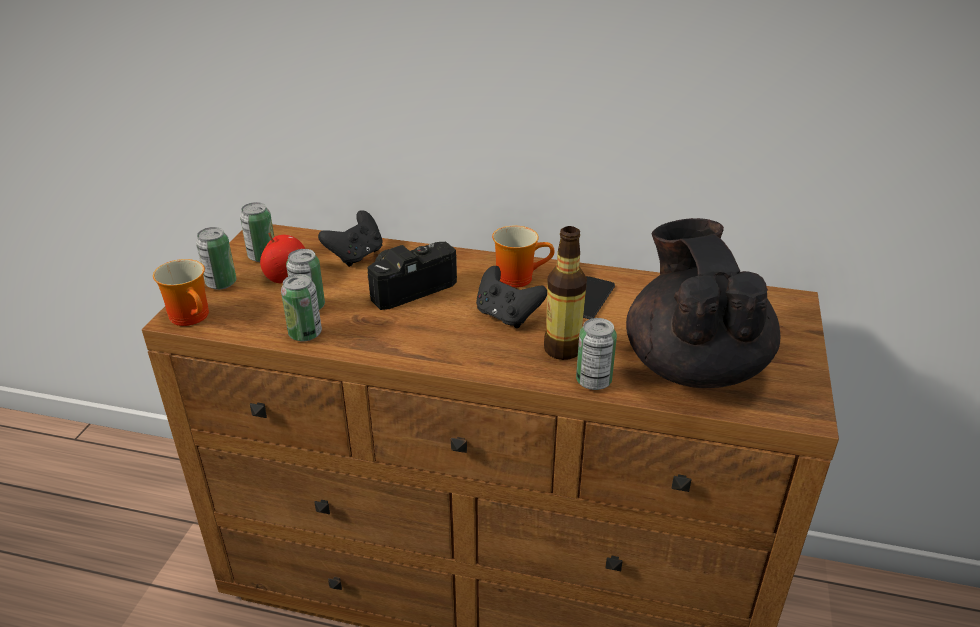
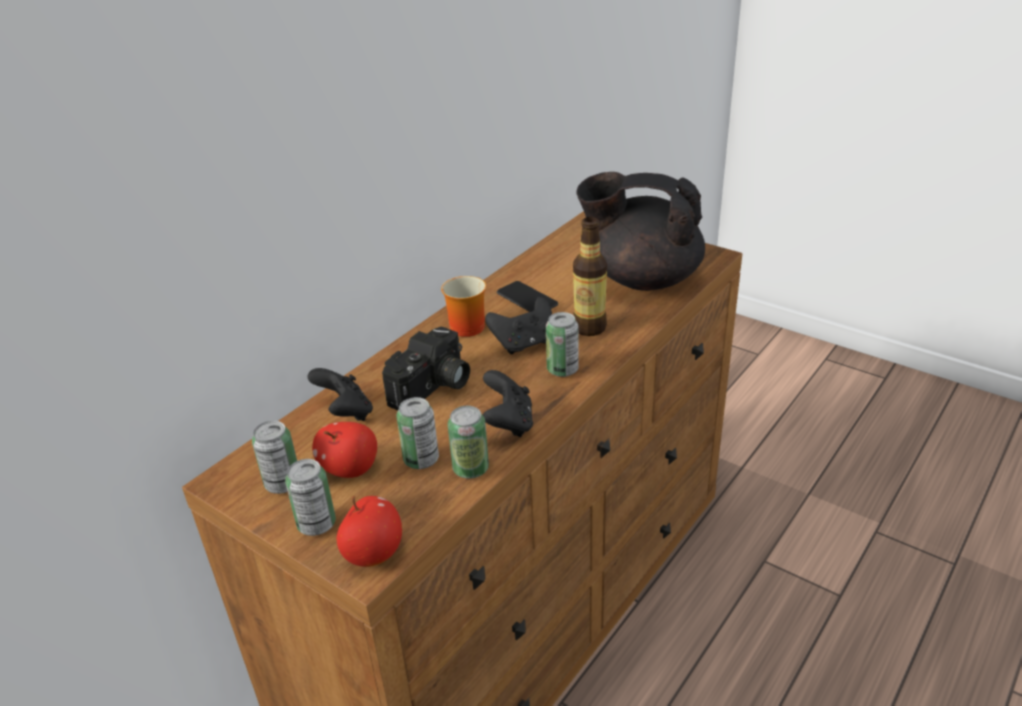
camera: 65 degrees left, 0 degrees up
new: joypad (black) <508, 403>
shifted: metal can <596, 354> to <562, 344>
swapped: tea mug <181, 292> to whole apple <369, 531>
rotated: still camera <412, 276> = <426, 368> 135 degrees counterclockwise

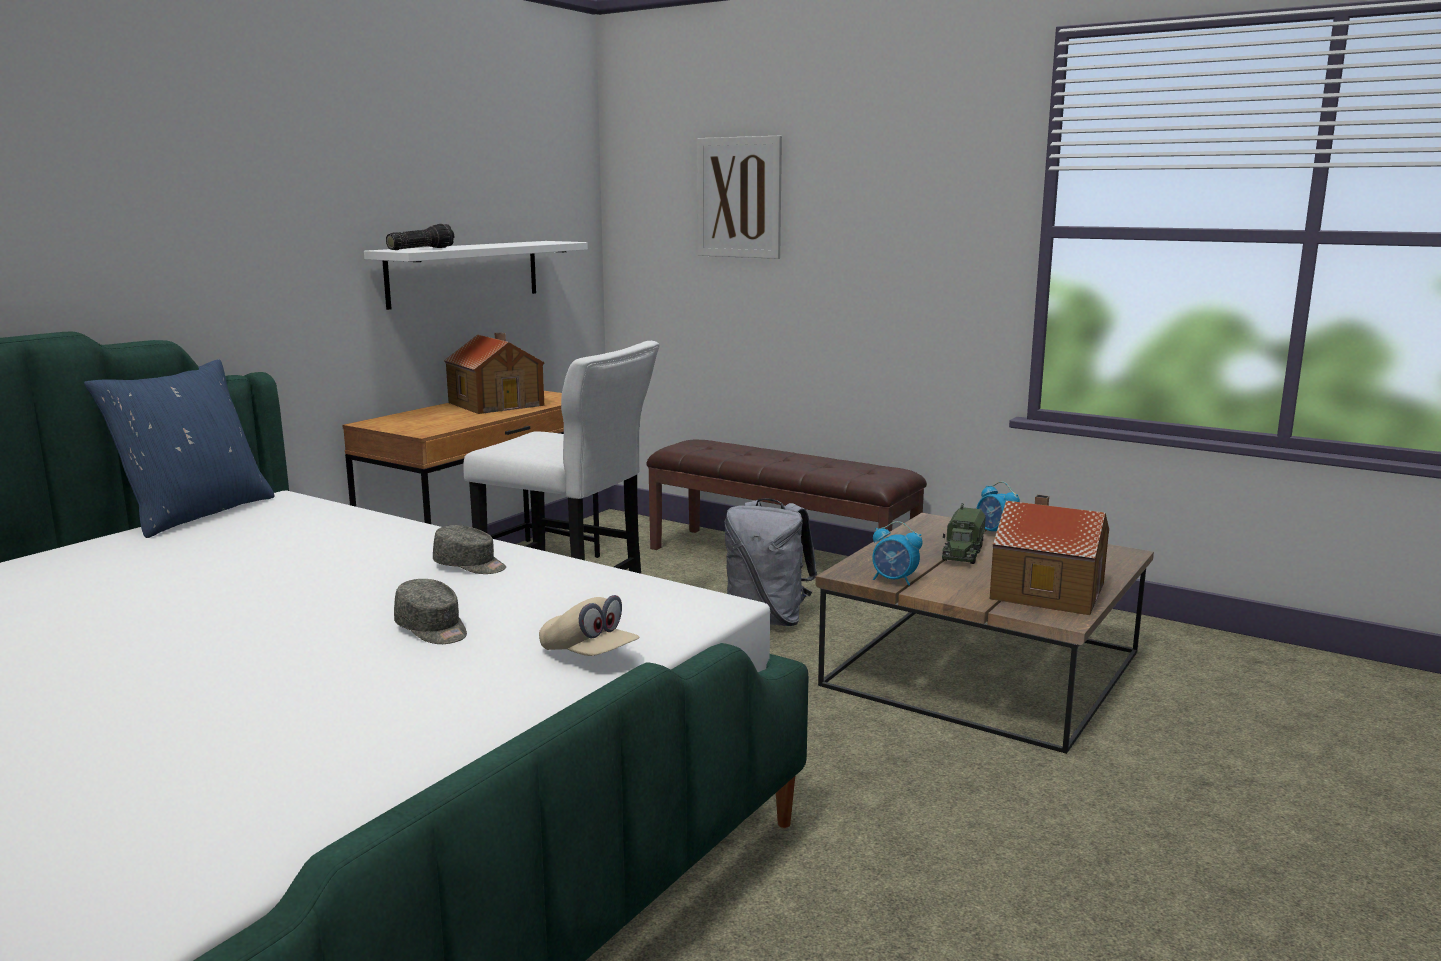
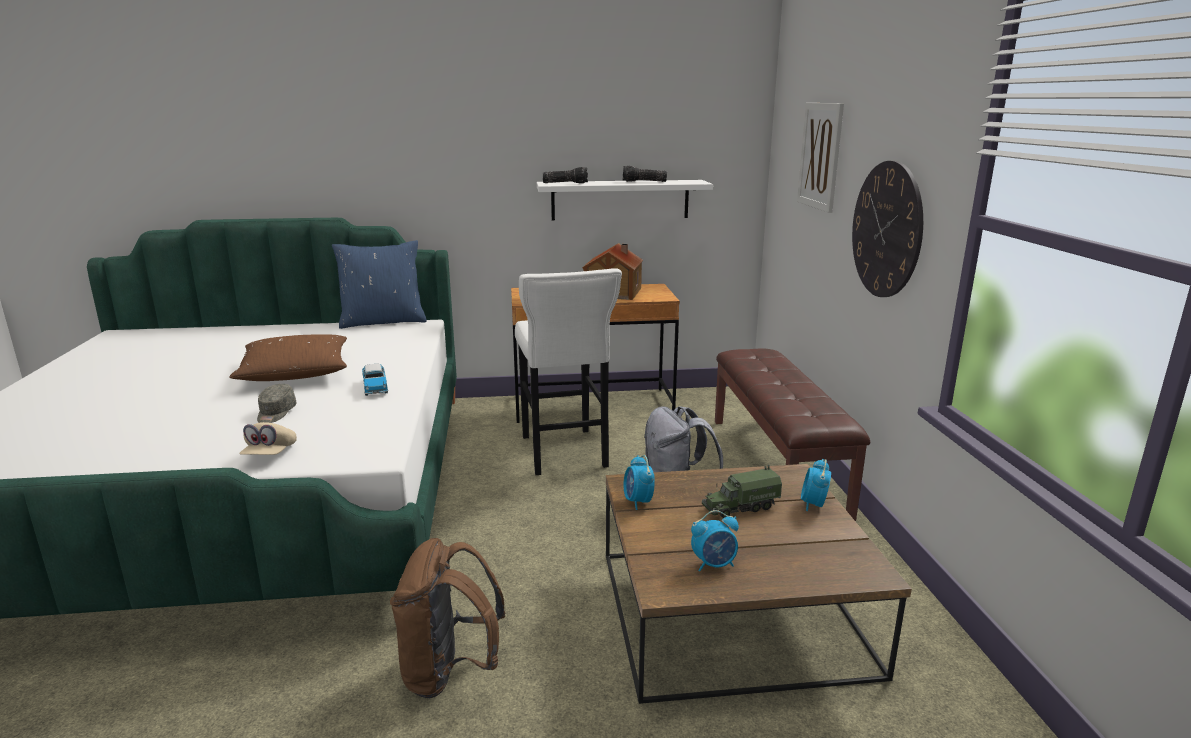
camera: 50 degrees right, 5 degrees up
new: throw pillow (brown) <288, 357>; rucksack (brown) <448, 618>; flashlight <644, 174>; clock on the wall <887, 229>
swapped: peaked cap (grey) <469, 549> to toy car <375, 380>; miniature house <1049, 555> to bedside clock <715, 541>

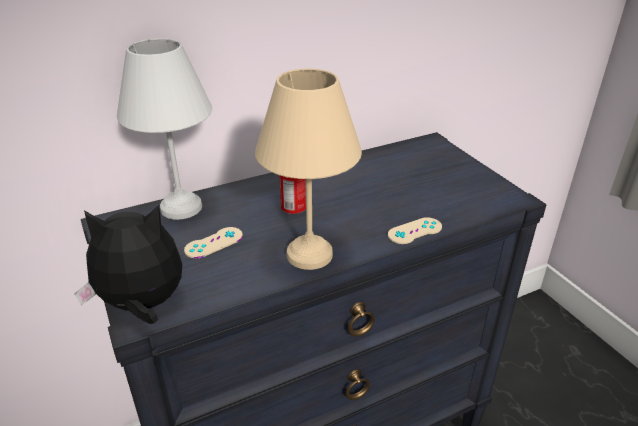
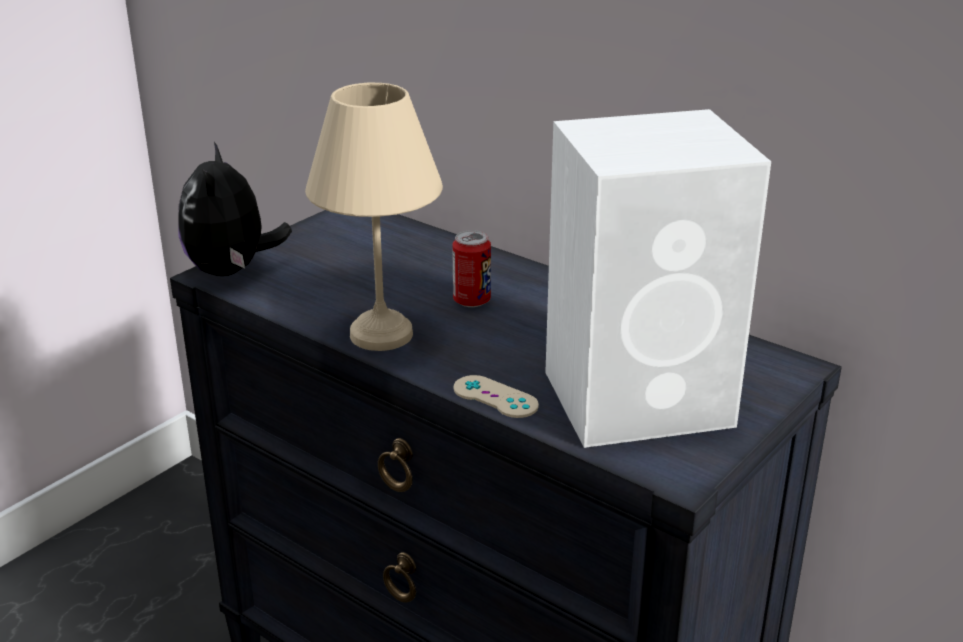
camera: 65 degrees right, 5 degrees down
gone: table lamp (white) <164, 129>; joypad (beige-coloured) <213, 242>
new: audio speaker (white) <658, 278>
rotated: plush toy <128, 264> = <235, 209> 150 degrees counterclockwise

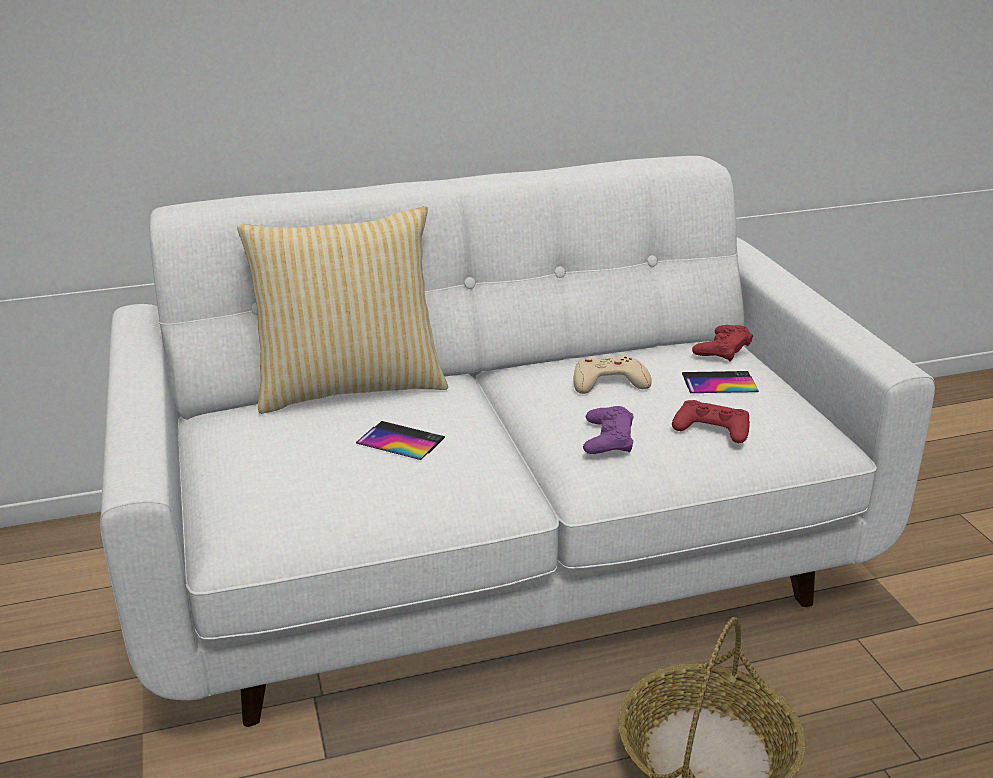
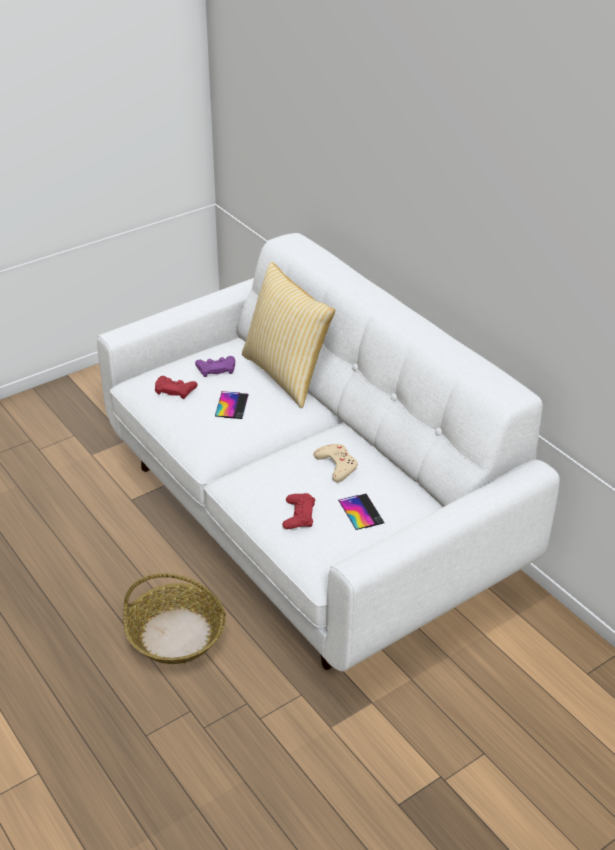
camera: 70 degrees right, 10 degrees up
shifted: joypad (red) <722, 343> to <176, 387>; joypad (purplish) <608, 430> to <215, 366>

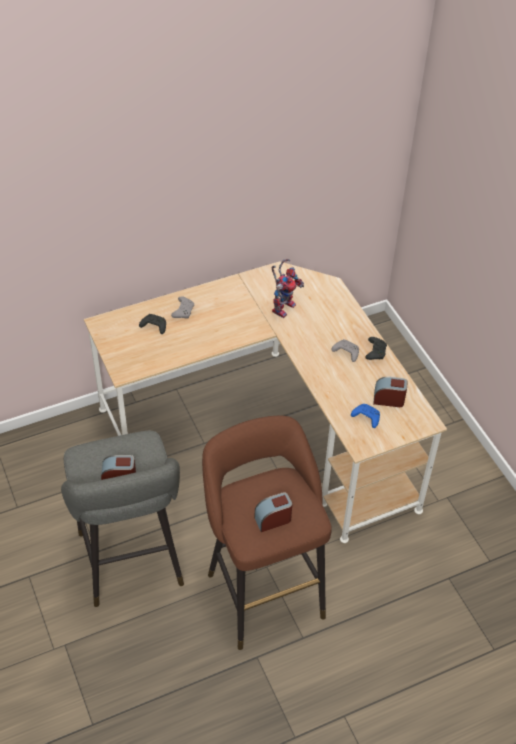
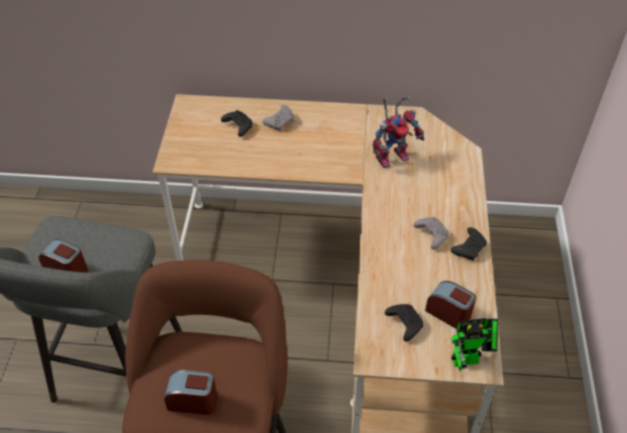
camera: 30 degrees right, 0 degrees up
new: toy robot <474, 344>
repainted: joypad (bluish) <365, 416> to joypad (black) <404, 323>

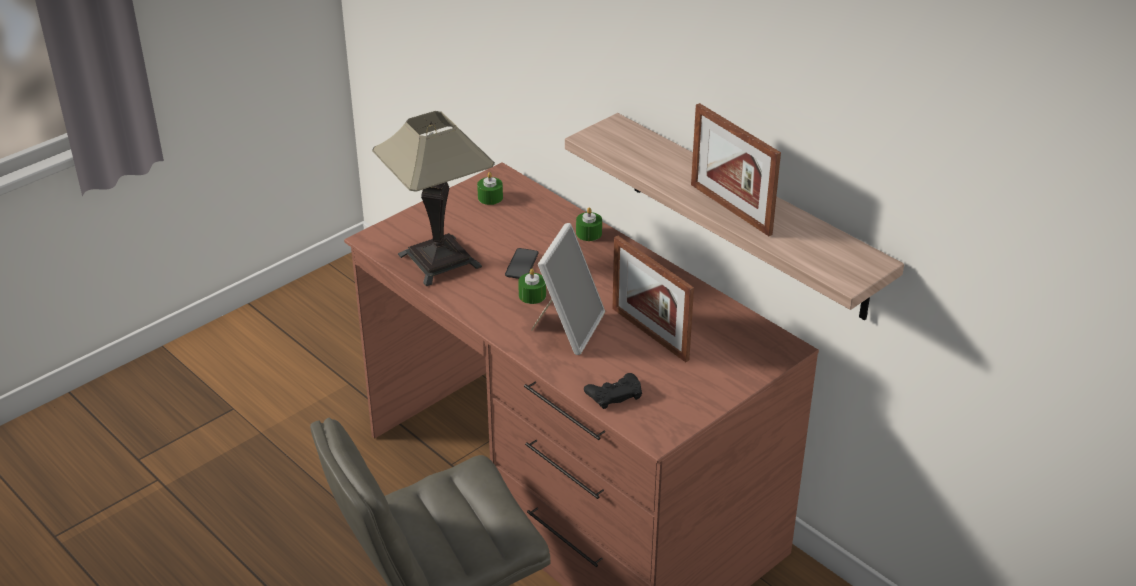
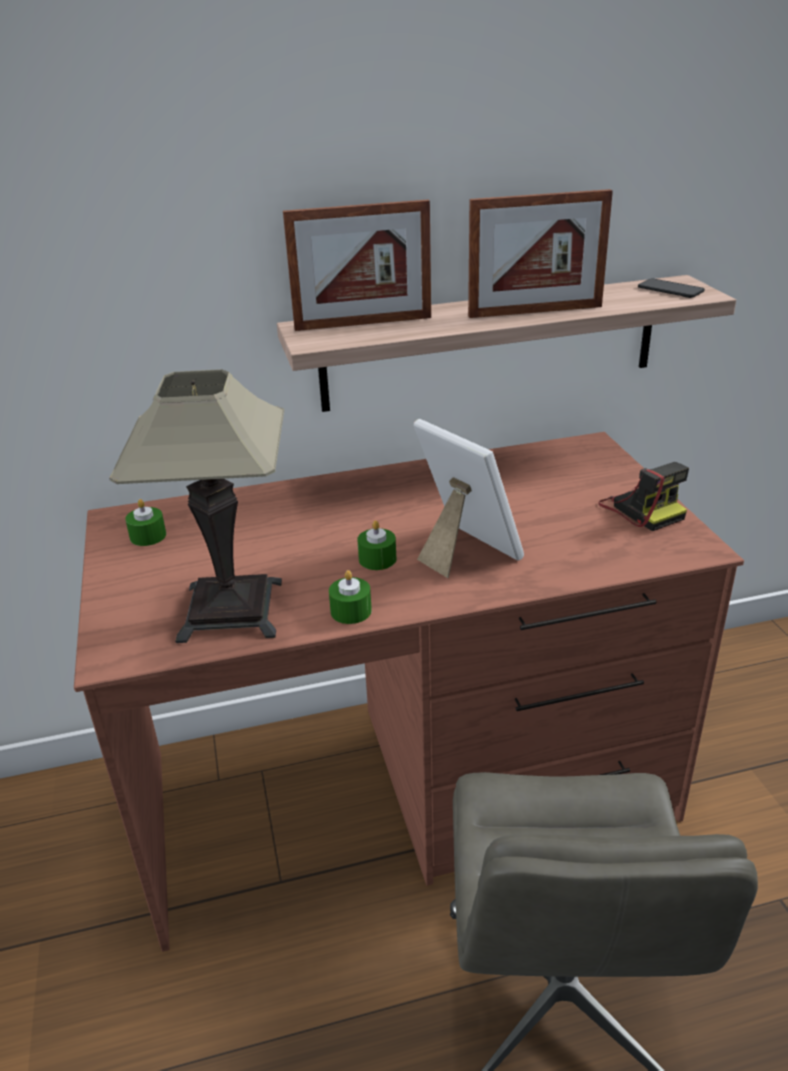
camera: 60 degrees left, 5 degrees down
gone: joypad (black) <613, 391>
new: still camera <643, 496>
shifted: standing frame <653, 299> to <357, 265>; wax light (green) <589, 224> to <350, 597>; handset <521, 263> to <671, 288>

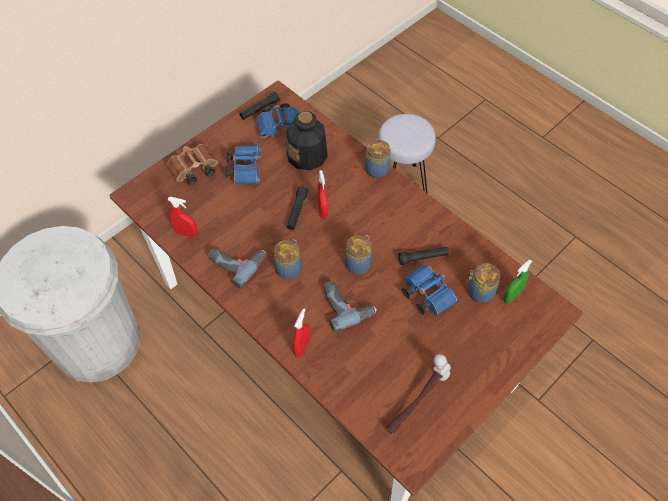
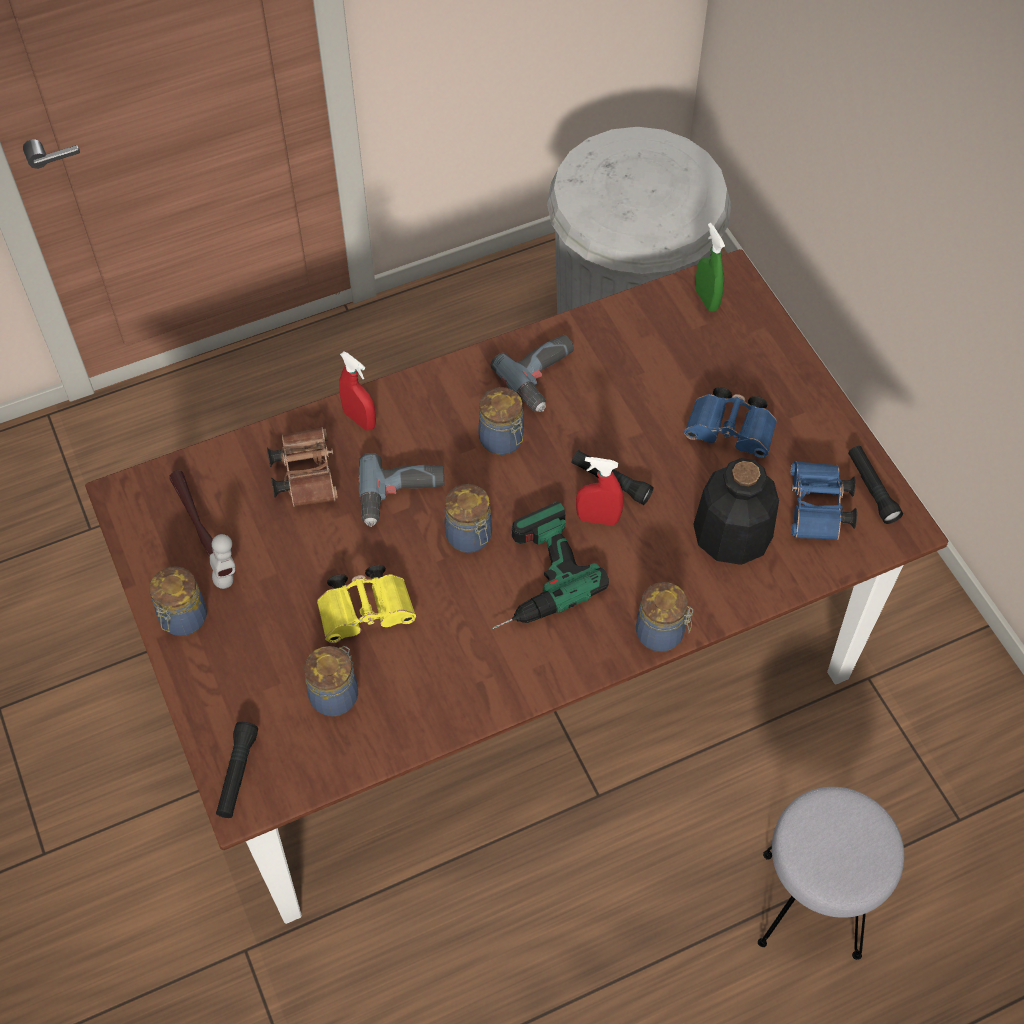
camera: 110 degrees right, 0 degrees up
gone: spray bottle (red) <182, 217>
new: jar <178, 601>; electric drill <550, 565>
shifted: flashlight (black) <423, 256> to <237, 770>; binoculars (brown) <192, 164> to <302, 467>; spray bottle (green) <517, 281> to <710, 267>
repainted: binoculars (bluish) <430, 290> to binoculars (yellow) <366, 604>

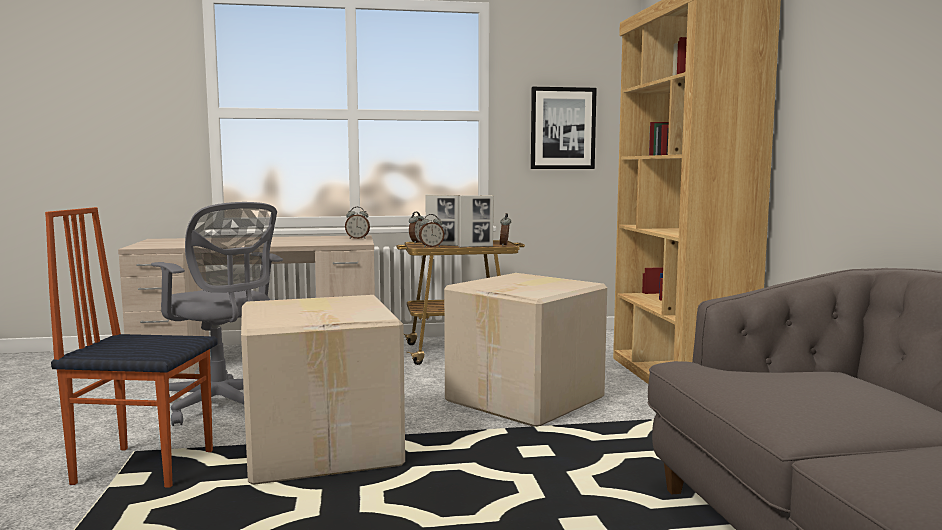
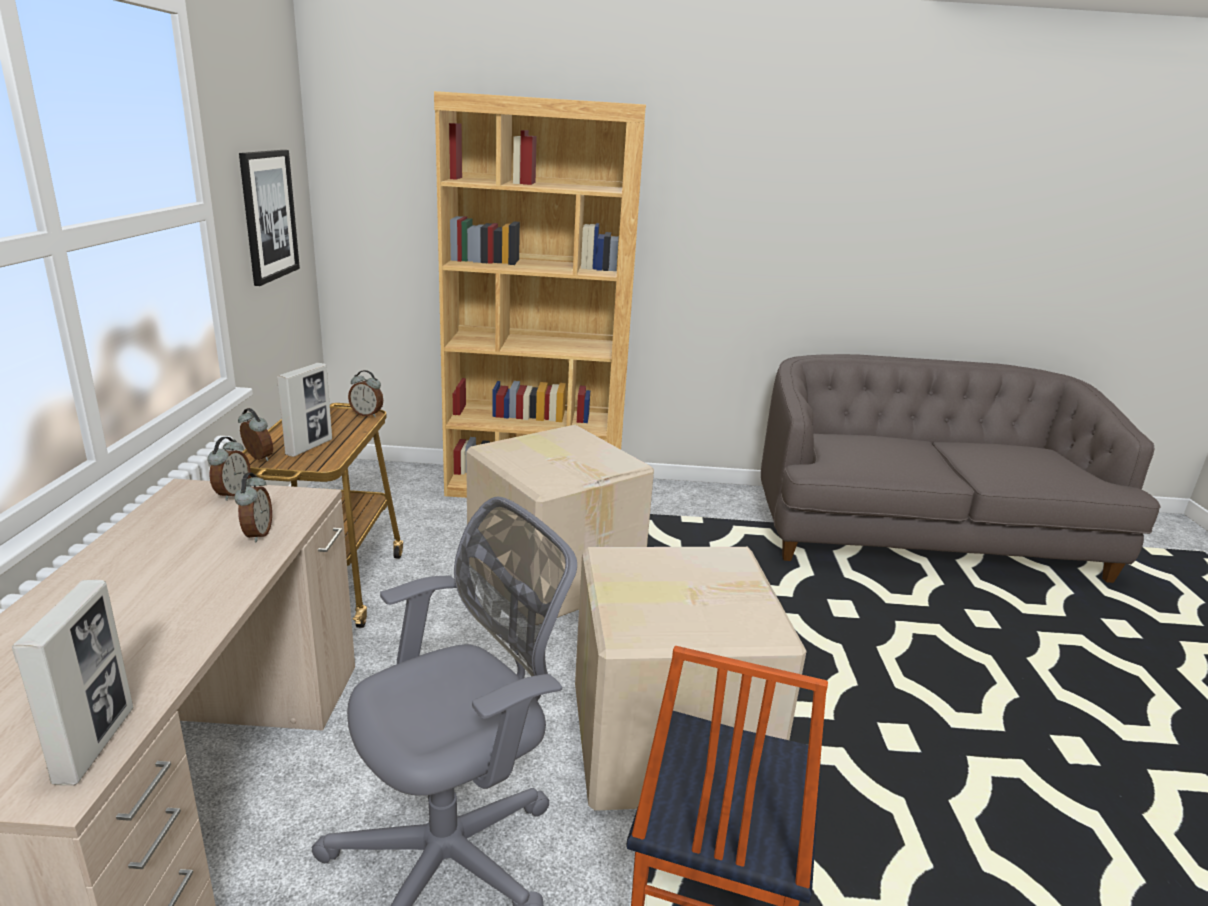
camera: 80 degrees left, 15 degrees up
shifted: standing frame <476, 221> to <72, 683>; bedside clock <431, 231> to <253, 507>

